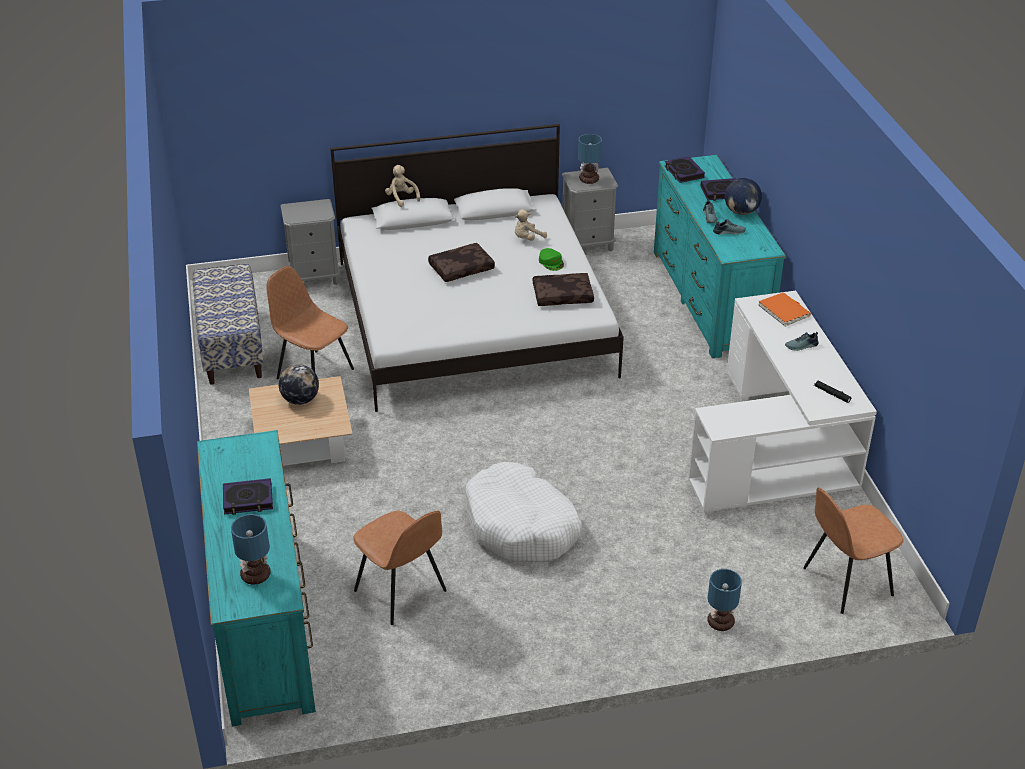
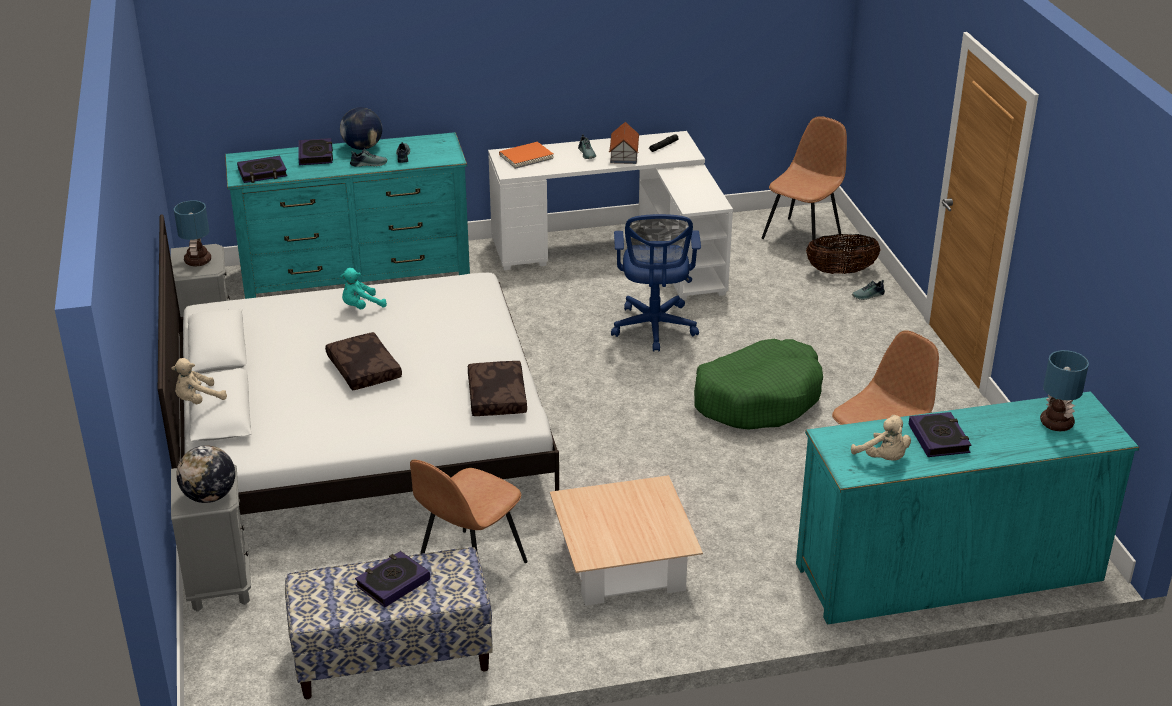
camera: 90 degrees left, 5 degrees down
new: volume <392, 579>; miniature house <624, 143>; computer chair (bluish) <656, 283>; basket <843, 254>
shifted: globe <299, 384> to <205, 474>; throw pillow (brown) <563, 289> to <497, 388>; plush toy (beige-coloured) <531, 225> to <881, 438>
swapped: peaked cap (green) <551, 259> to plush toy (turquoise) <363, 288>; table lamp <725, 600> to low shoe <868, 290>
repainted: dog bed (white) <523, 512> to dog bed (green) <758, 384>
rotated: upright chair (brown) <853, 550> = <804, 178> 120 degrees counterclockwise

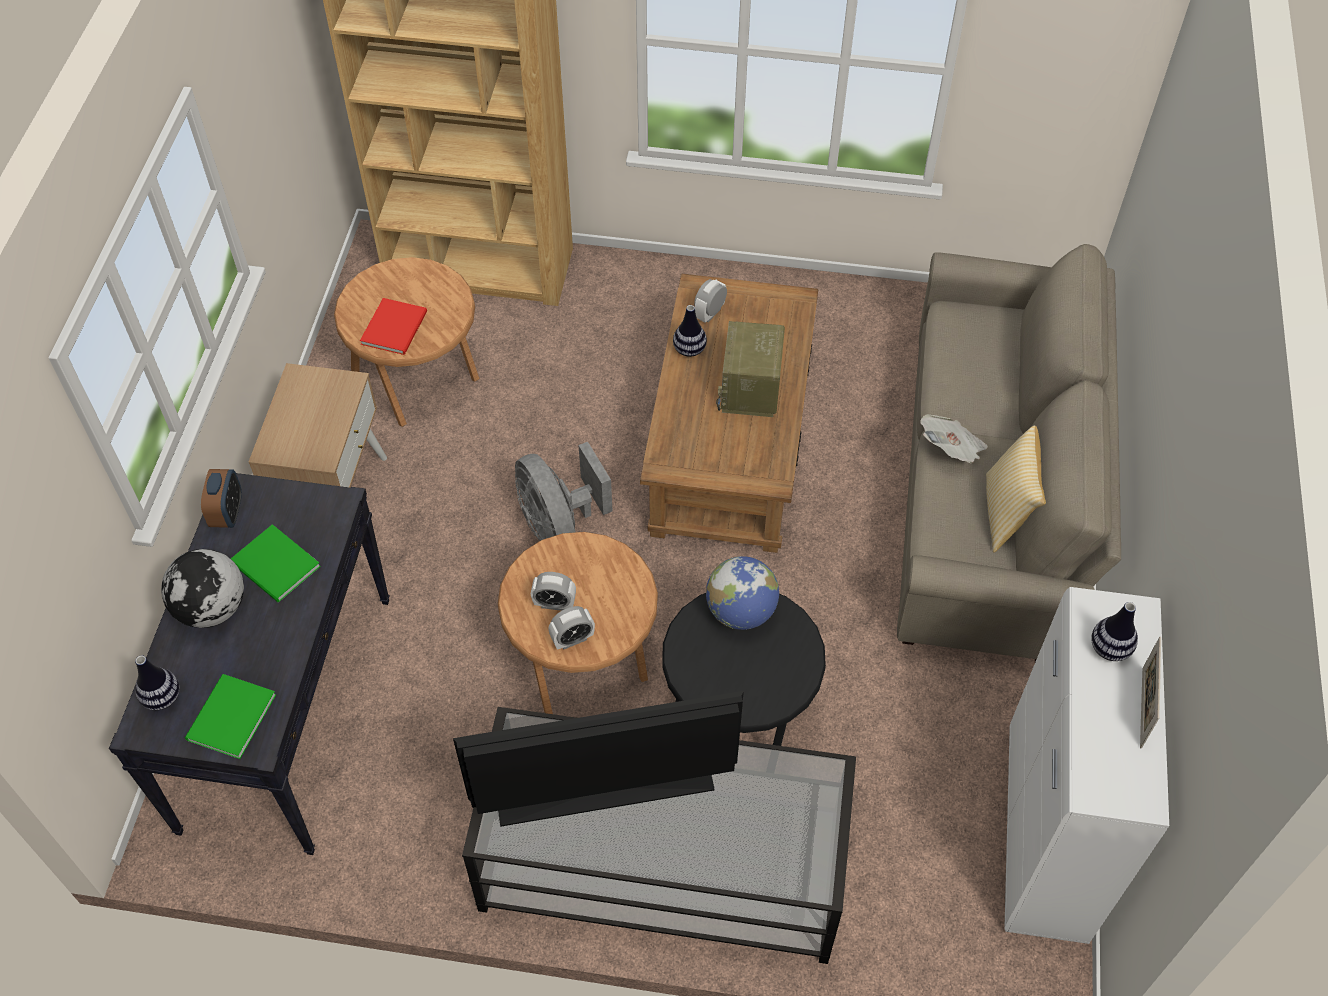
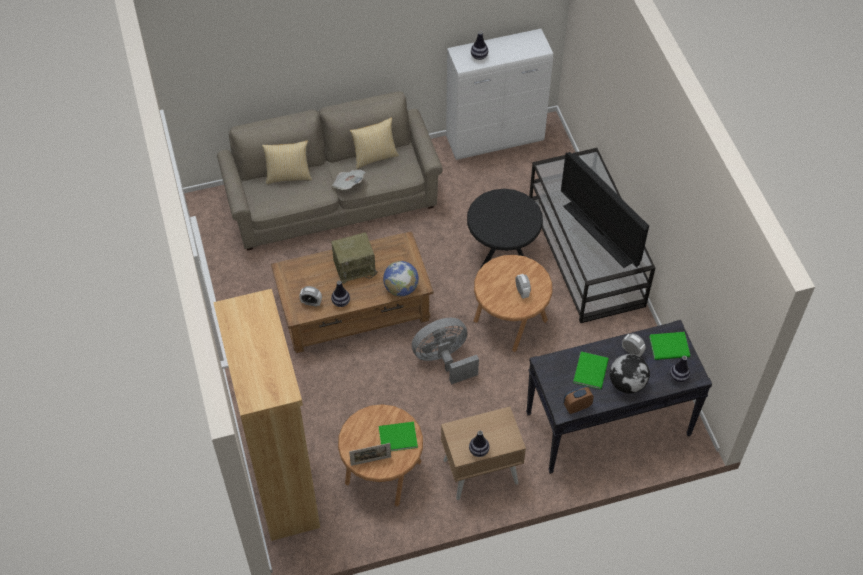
camera: 115 degrees left, 0 degrees up
new: throw pillow <287, 162>; vase <479, 444>
shifted: standing frame <1150, 692> to <370, 454>; globe <742, 593> to <401, 278>; bedside clock <571, 628> to <634, 345>
repainted: volume (red) <393, 326> to volume (green) <398, 436>
rotated: cooling fan (grey) <563, 491> = <445, 351> 150 degrees counterclockwise

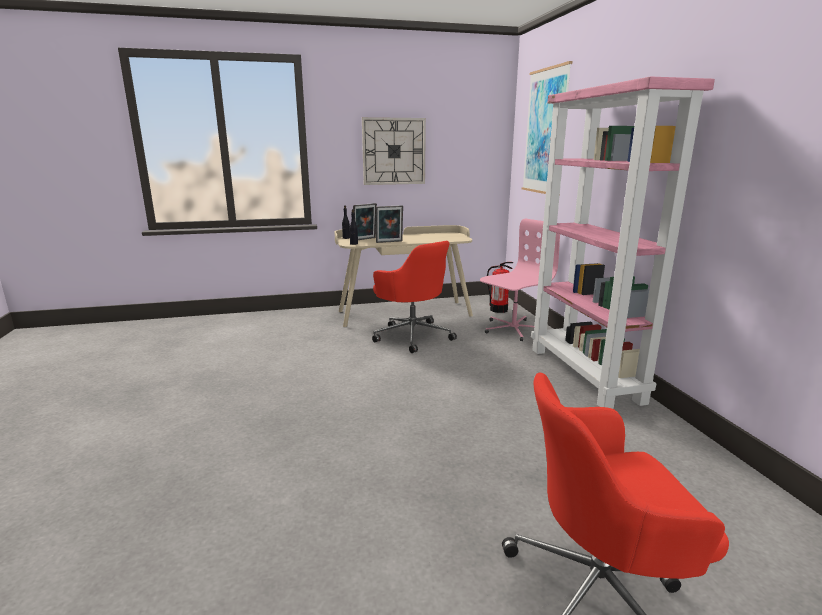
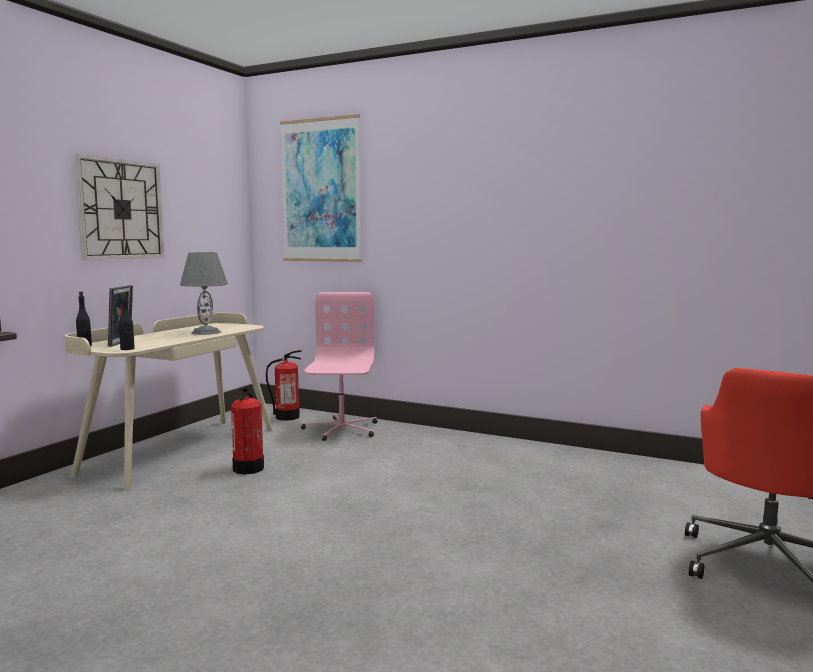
camera: 50 degrees left, 10 degrees down
gone: standing frame <389, 224>; bookcase (pinkish) <623, 243>
new: table lamp (grey) <204, 293>
swapped: computer chair (red) <414, 297> to extinguisher <247, 431>

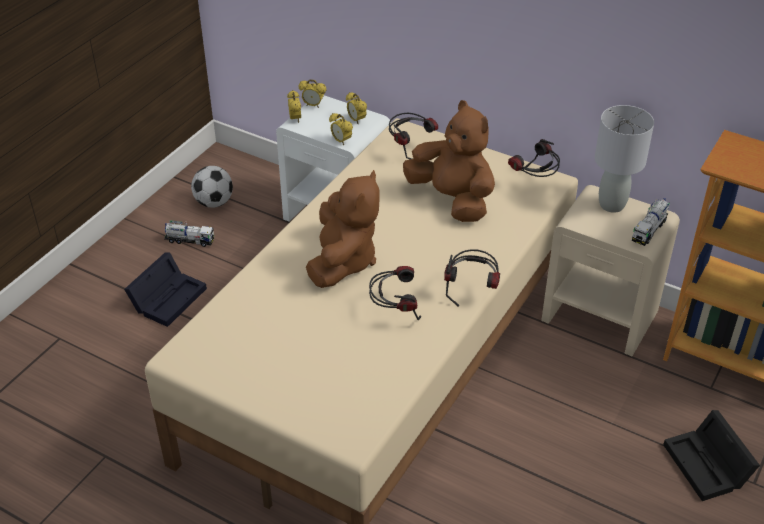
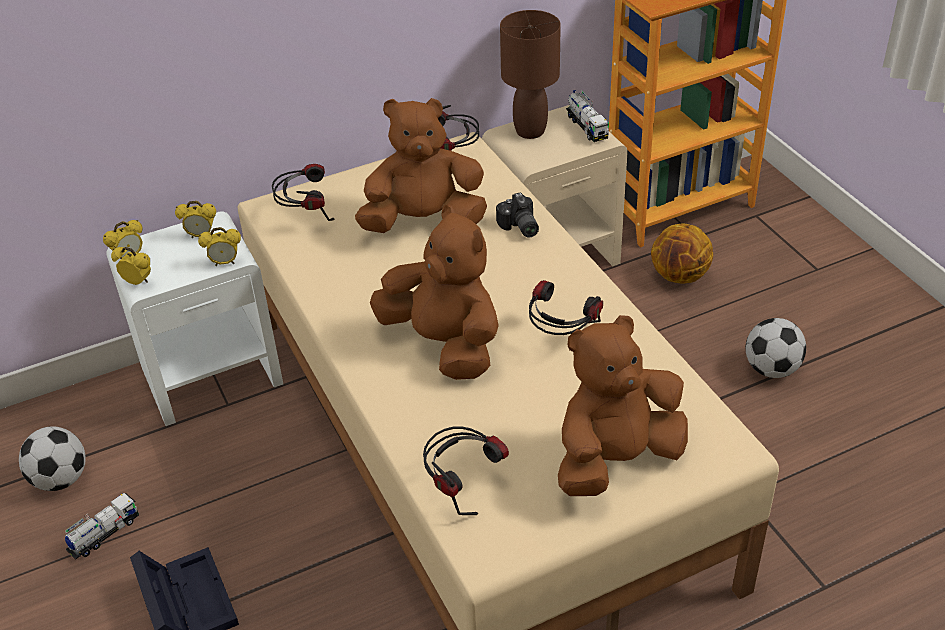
camera: 55 degrees left, 0 degrees up
gone: storage container (black) <711, 455>
new: still camera <517, 214>; plush toy (brown) <623, 405>; basketball <682, 253>; football <776, 348>
shifted: headphones <472, 278> to <466, 470>
repainted: table lamp (grey) <624, 159> to table lamp (brown) <530, 74>

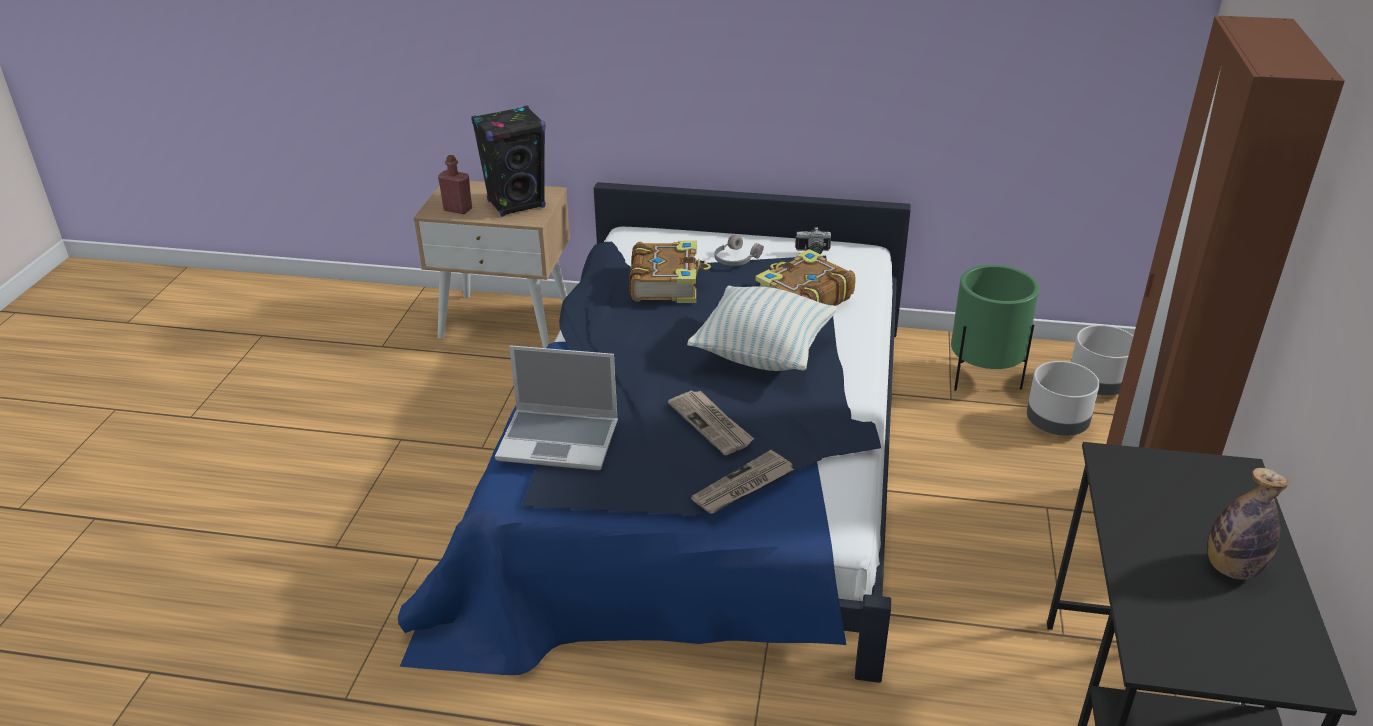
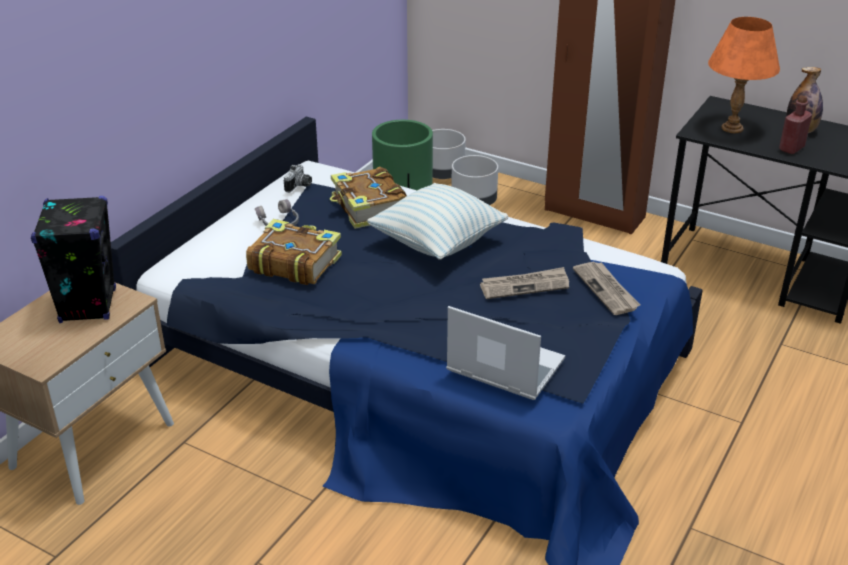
camera: 70 degrees left, 0 degrees up
new: table lamp (orange-coloured) <744, 75>
shifted: bottle (red) <455, 184> to <795, 125>
rotated: portable computer <556, 407> = <505, 353> 90 degrees counterclockwise

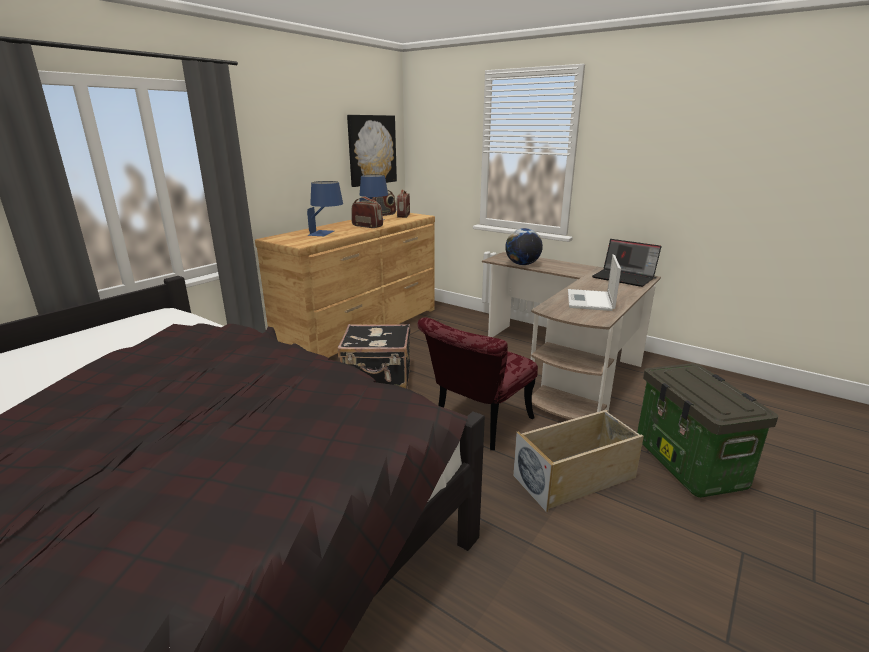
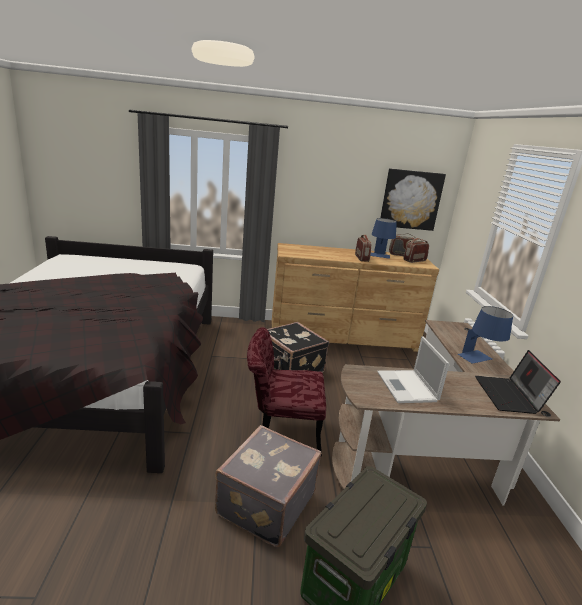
camera: 50 degrees right, 0 degrees up
gone: globe <524, 246>
shifted: table lamp (bluish) <325, 208> to <485, 335>
swapped: storage container (beige-coloured) <578, 461> to travel case (grey) <268, 486>
rotated: portable computer <594, 282> = <413, 369> 75 degrees counterclockwise

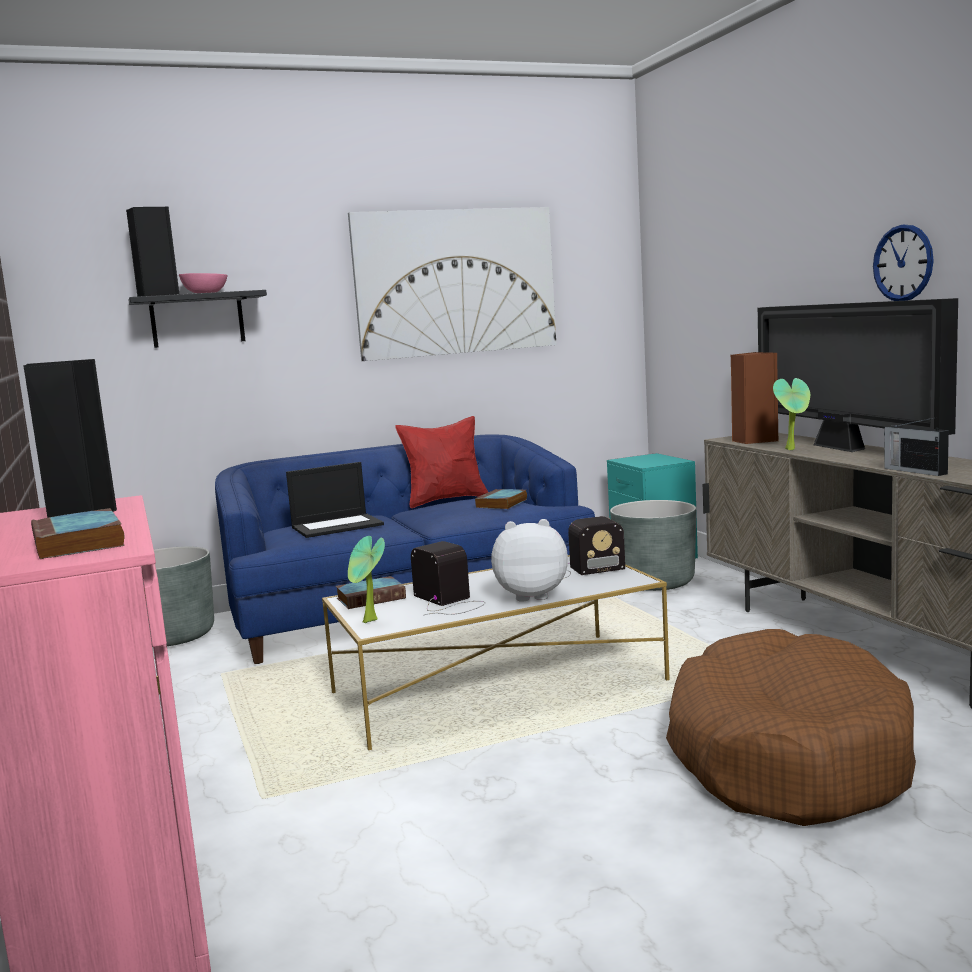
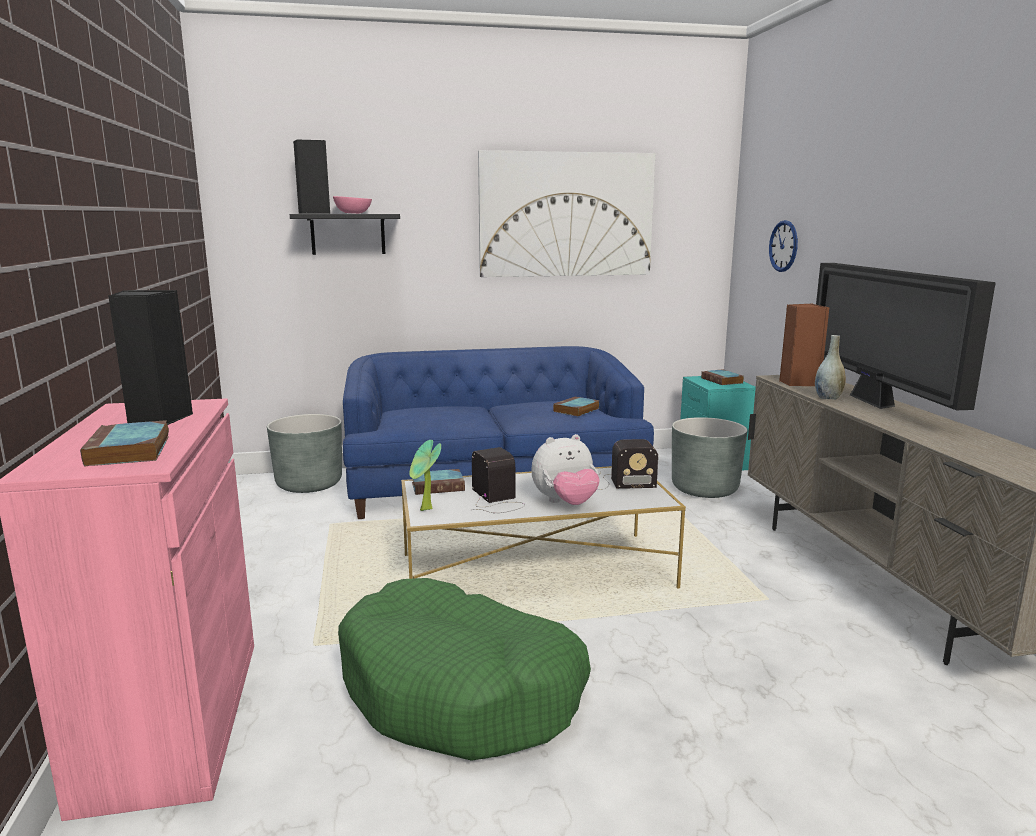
camera: 10 degrees right, 5 degrees up
gone: portable computer <335, 500>; throw pillow (red) <441, 462>; dog bed (brown) <791, 727>; radio receiver <916, 447>
new: dog bed (green) <464, 669>; volume <722, 377>
shifted: clock on the wall <903, 263> to <783, 246>
swapped: plant in a pot <791, 414> to vase (grey) <830, 367>
rotated: plush toy <529, 560> = <566, 469> 150 degrees clockwise

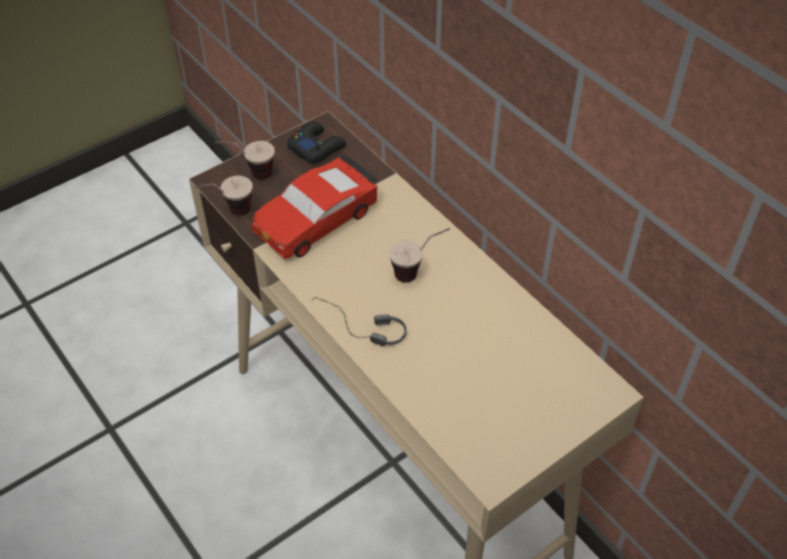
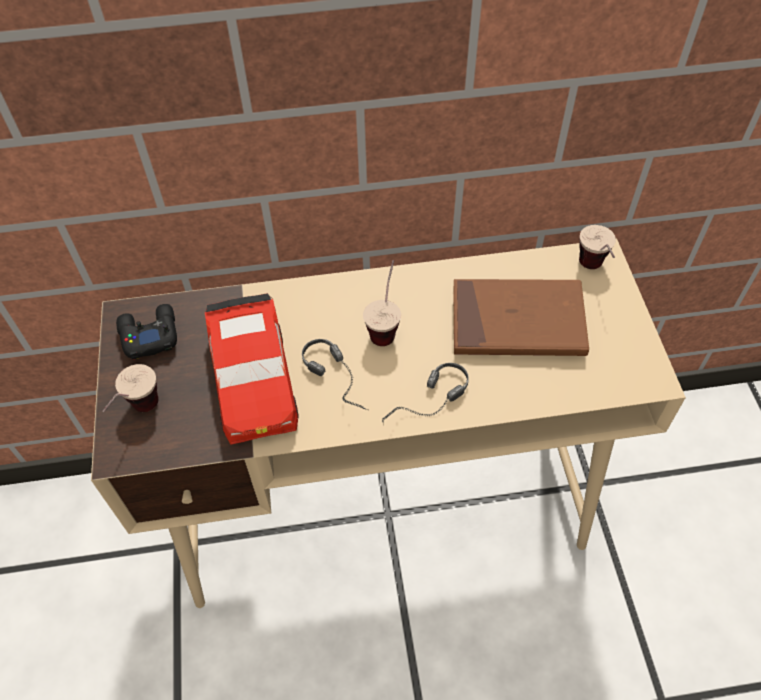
camera: 60 degrees left, 5 degrees up
new: headphones <335, 374>; volume (brown) <521, 317>
shifted: small cup <223, 196> to <597, 247>

